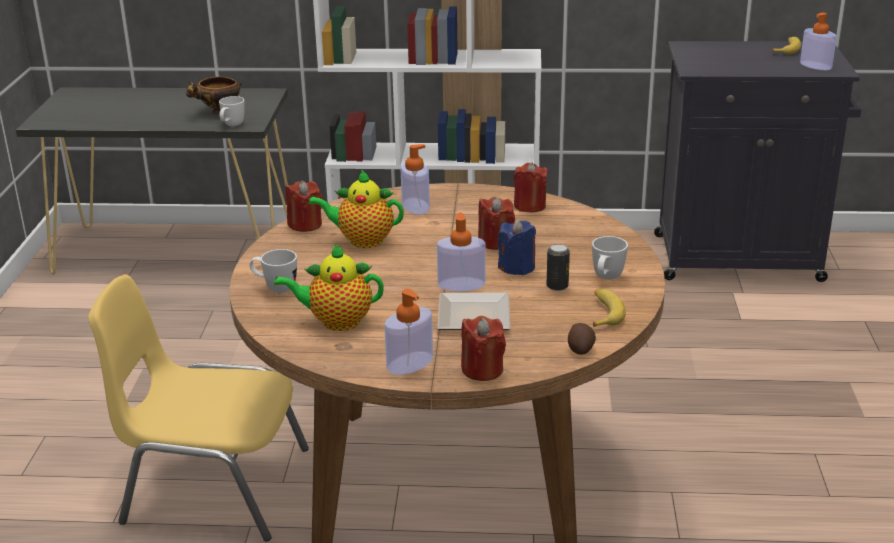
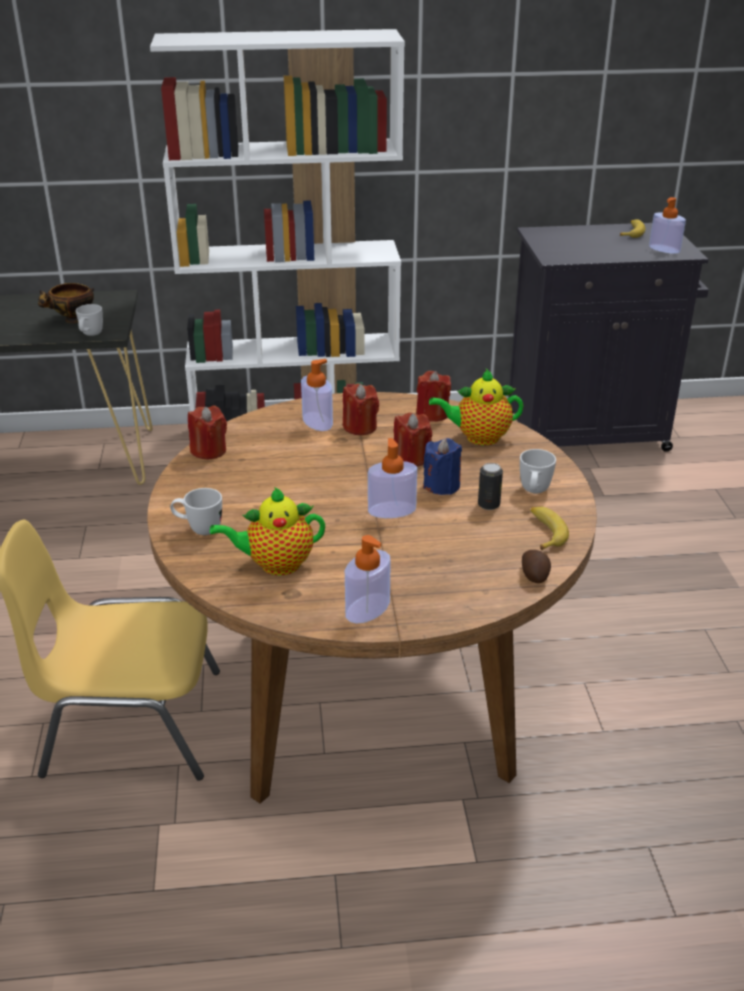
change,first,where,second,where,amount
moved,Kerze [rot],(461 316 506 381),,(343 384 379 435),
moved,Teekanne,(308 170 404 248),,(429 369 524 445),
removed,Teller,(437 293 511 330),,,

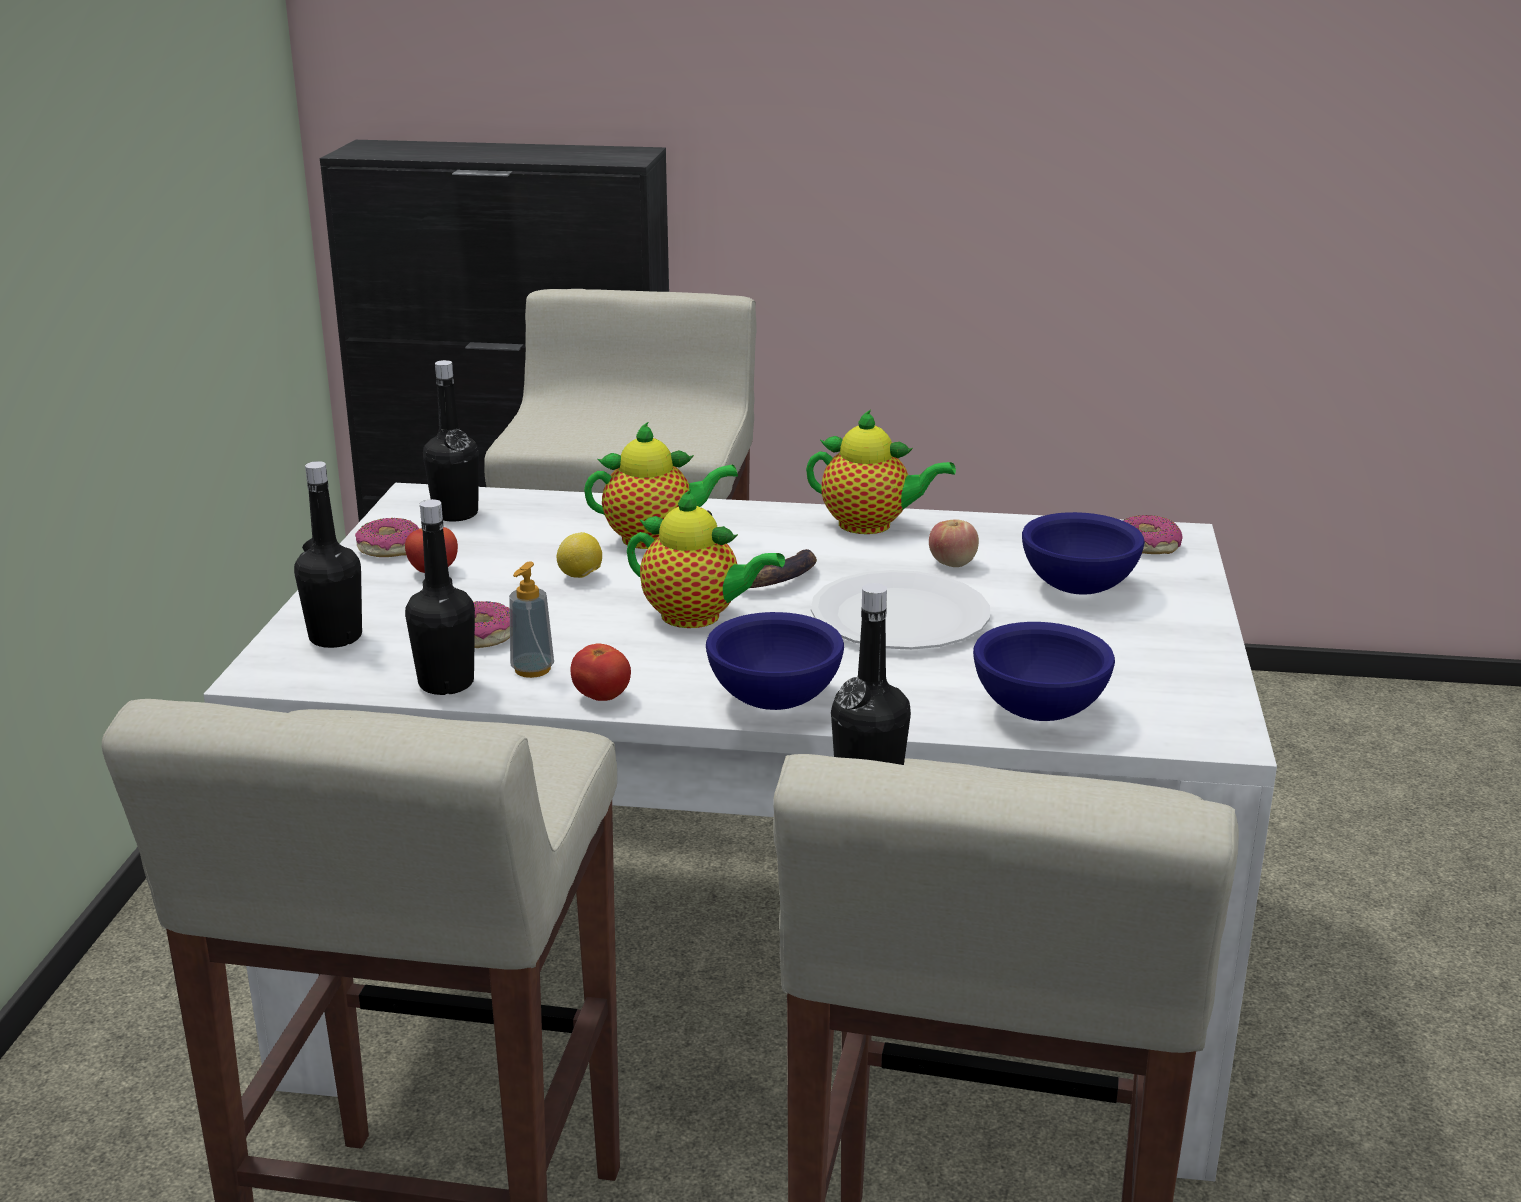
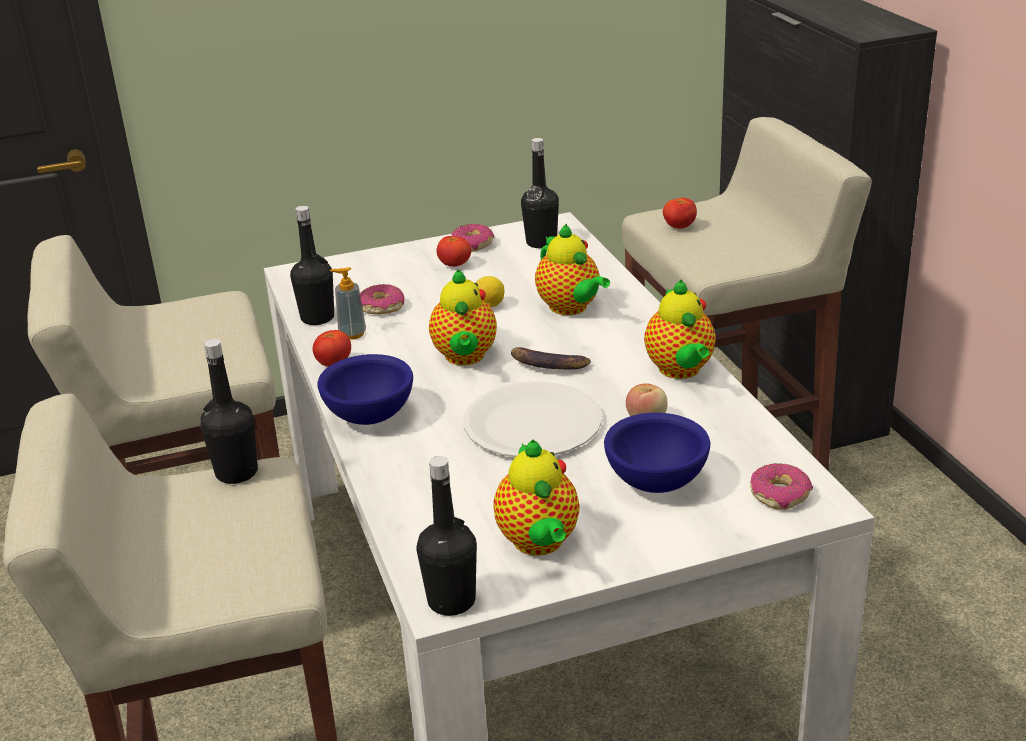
change,first,where,second,where,amount
moved,Flasche [schwarz],(294 461 362 648),,(417 456 477 616),
added,,,Teekanne,(493 440 580 556),
added,,,Tomate,(663 197 697 229),
removed,Schüssel [blau],(973 622 1115 721),,,

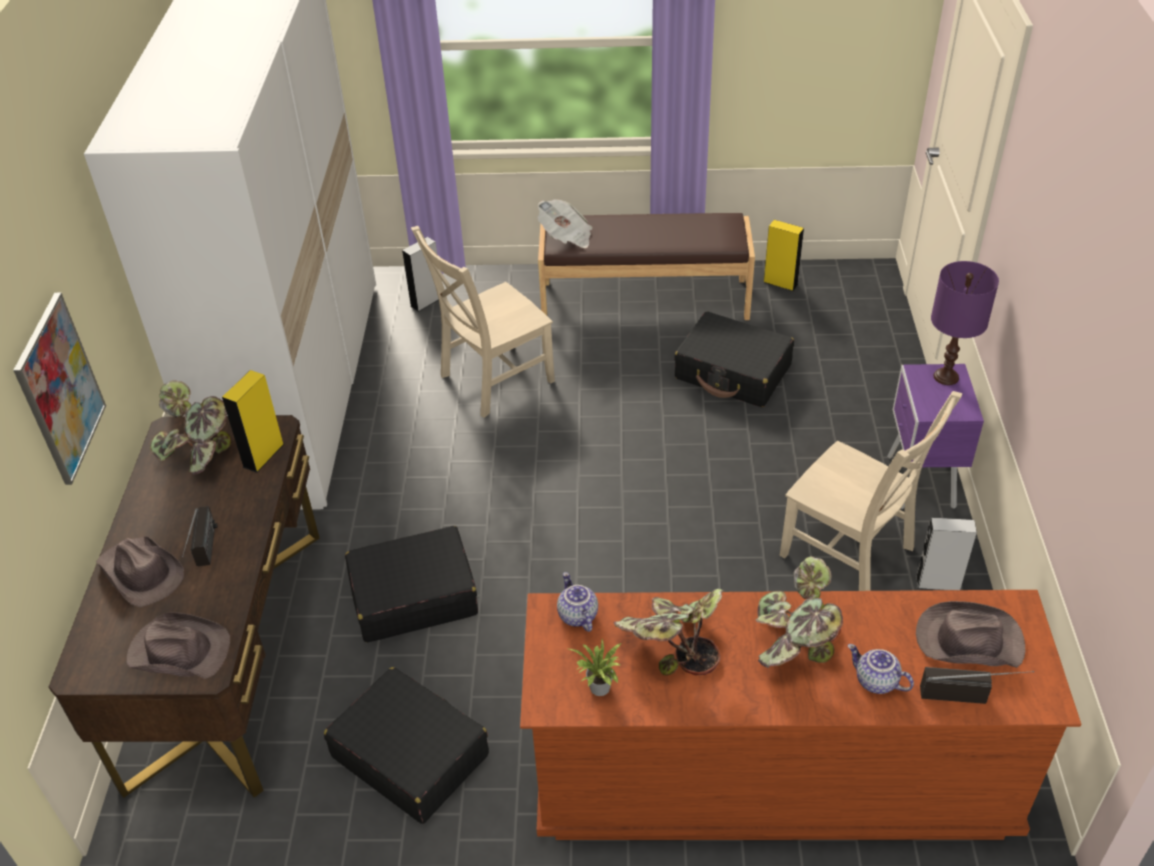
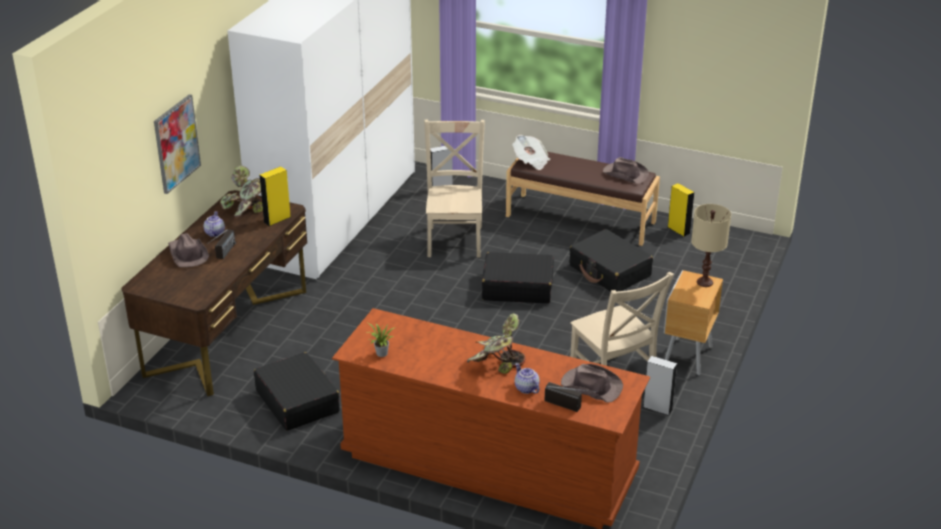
change,first,where,second,where,amount
moved,Teekanne,(557 572 598 632),,(204 211 225 237),
turned,Stuhl [beige],(411 226 555 418),,(424 119 485 257),105 degrees clockwise
moved,Koffer [schwarz],(345 526 478 642),,(482 252 554 303),
moved,Hut [braun],(126 612 230 679),,(603 157 649 184),
recoloured,Nachttisch [lila],(887 364 984 509),Nachttisch [braun],(664 270 723 376),
recoloured,Tischlampe [lila],(931 261 999 385),Tischlampe [beige],(691 204 731 287),
removed,Topfpflanze,(614 589 724 676),,,

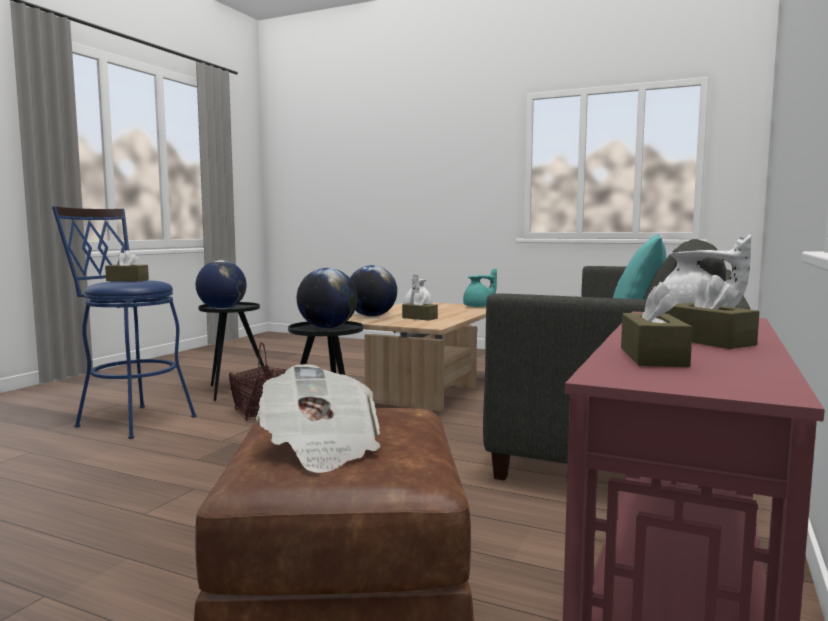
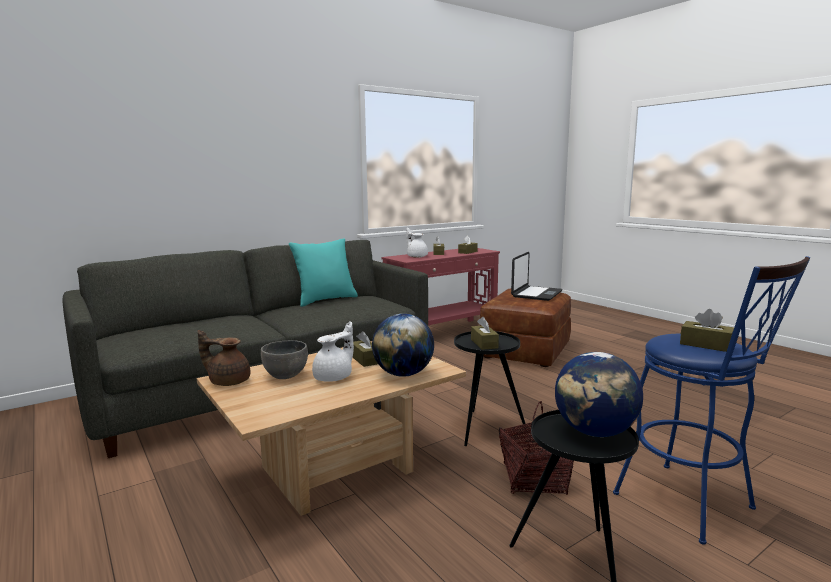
change,first,where,second,where,amount
recoloured,Teekanne [türkis],(463 268 497 307),Teekanne [braun],(198 330 250 386),
added,,,Schüssel [grau],(261 340 308 379),
replaced,Globus,(297 268 357 329),Taschentuchbox [braun],(471 317 499 350),
replaced,Zeitung,(256 364 380 473),Laptop,(511 252 563 301),

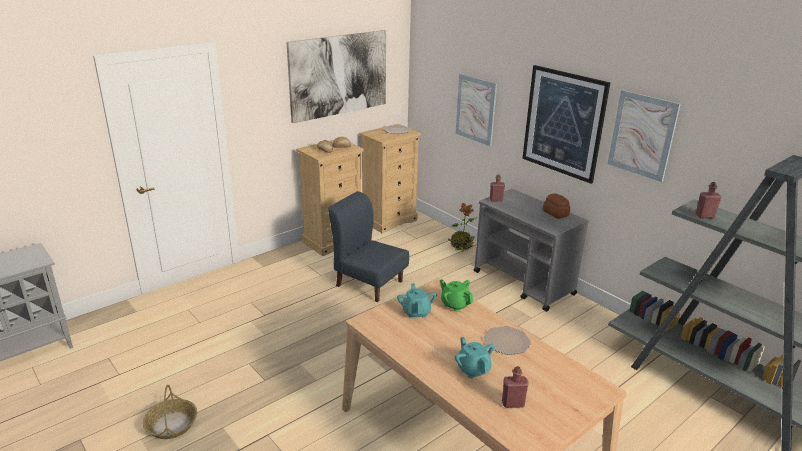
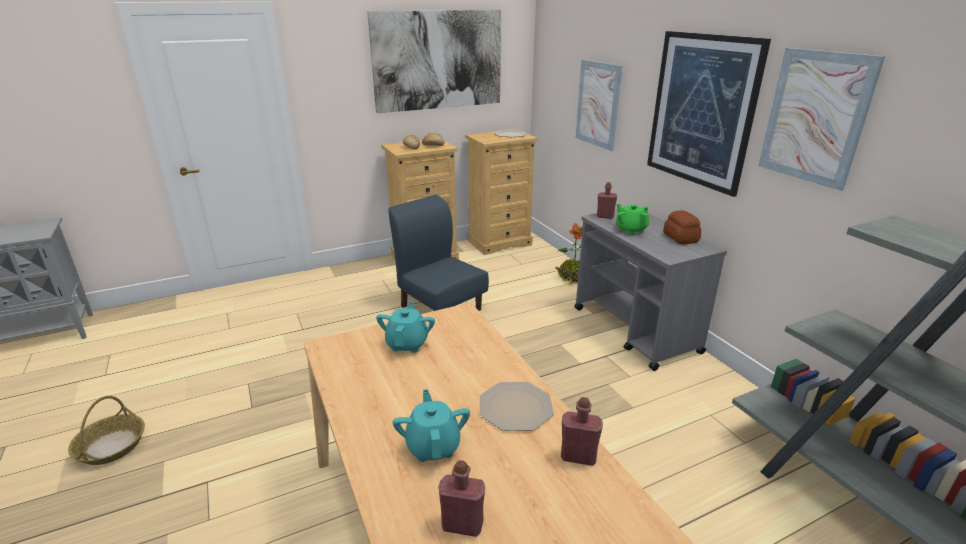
change,first,where,second,where,amount
moved,Flasche [rot],(696 182 721 218),,(561 397 603 466),
moved,Teekanne [grün],(440 279 473 312),,(616 204 649 235),

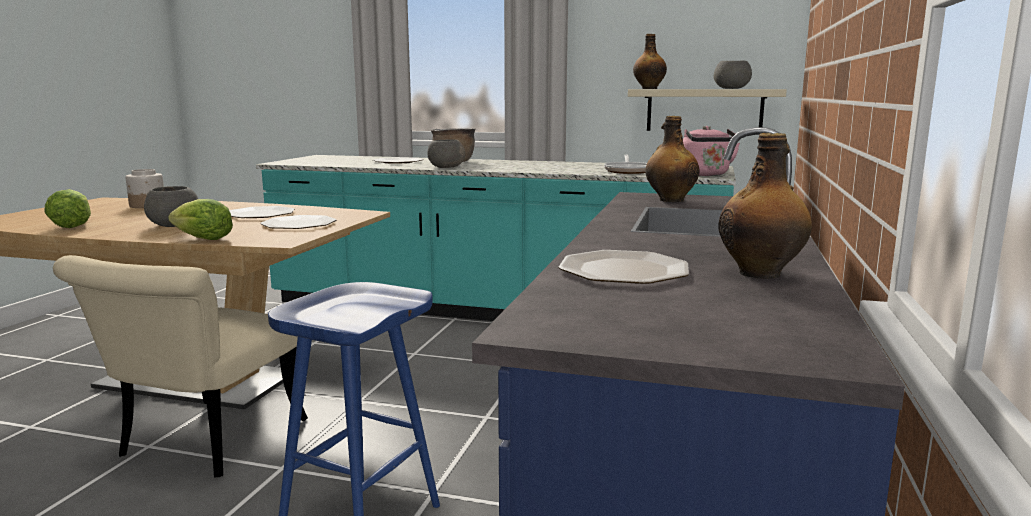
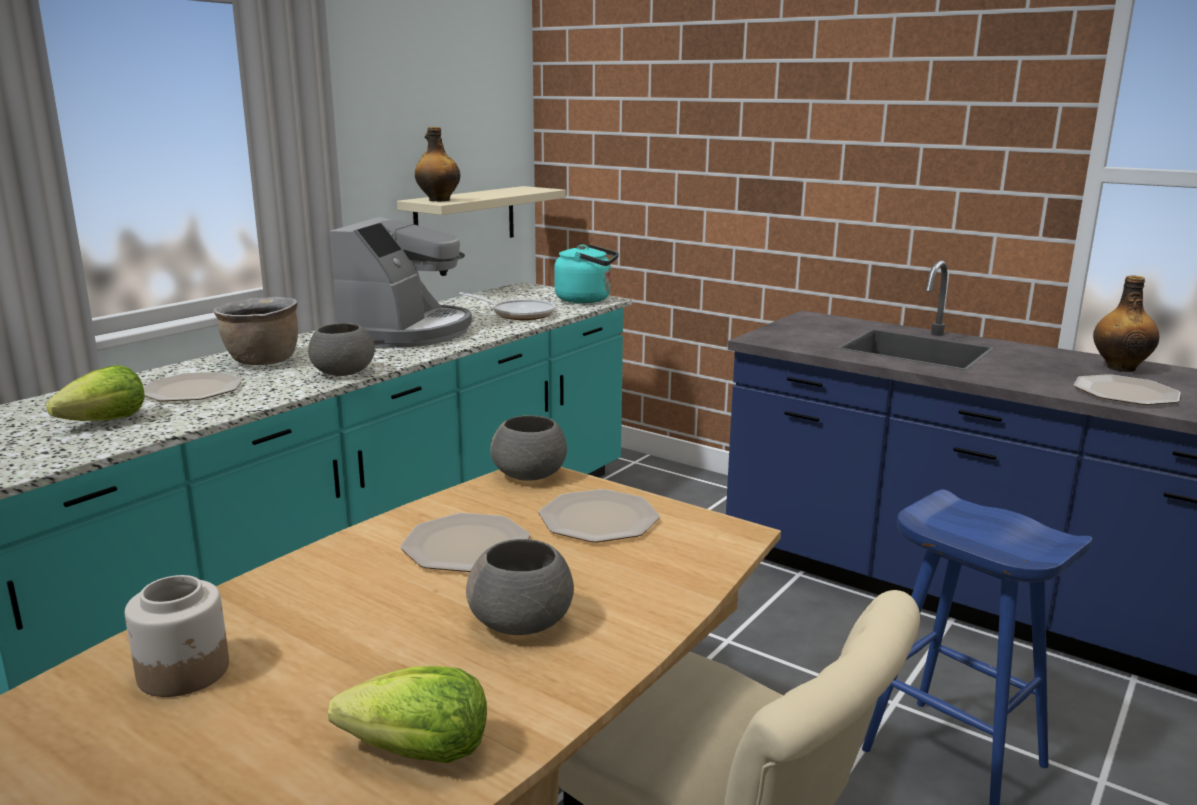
change,first,where,second,where,amount
moved,Salatkopf,(168 199 233 240),,(46 365 145 421),
added,,,Kaffeemaschine,(329 217 472 348),
moved,Schüssel [grau],(714 61 752 89),,(490 415 567 481),
recoloured,Wasserkessel [rosa],(683 126 740 176),Wasserkessel [türkis],(554 244 619 303),
removed,Flasche,(645 116 699 202),,,

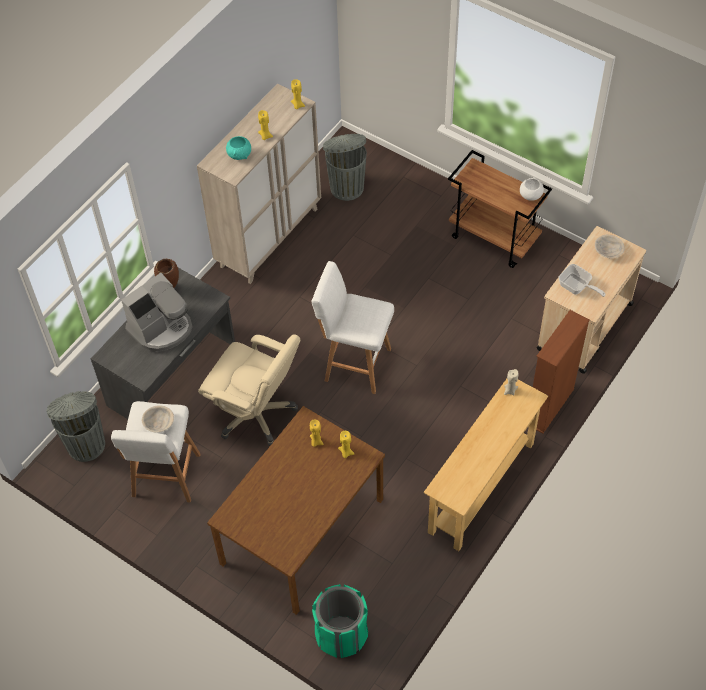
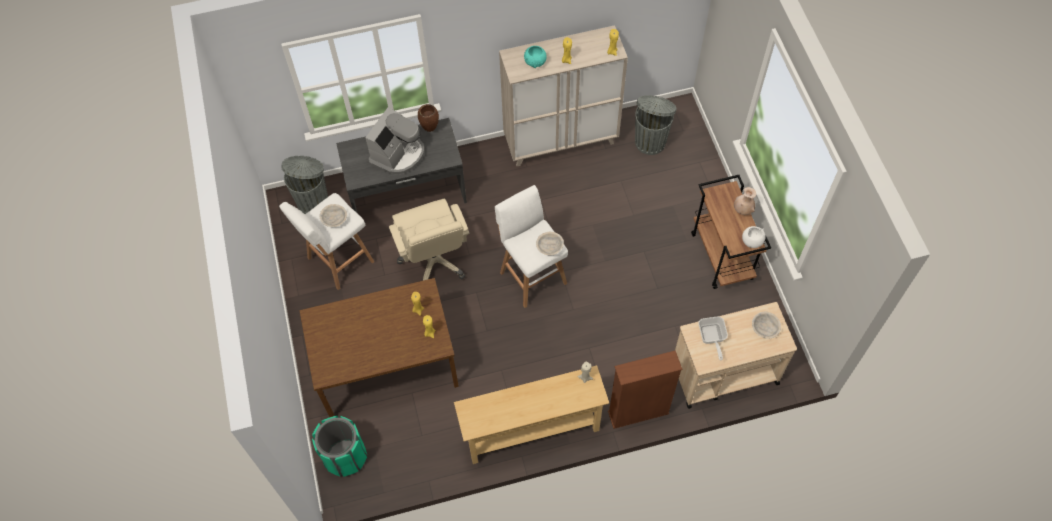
change,first,where,second,where,amount
turned,Kaffeemaschine,(121 273 192 352),,(365 107 424 174),60 degrees counterclockwise
added,,,Schüssel [beige],(536 232 564 255),
added,,,Vase [beige],(734 187 756 215),

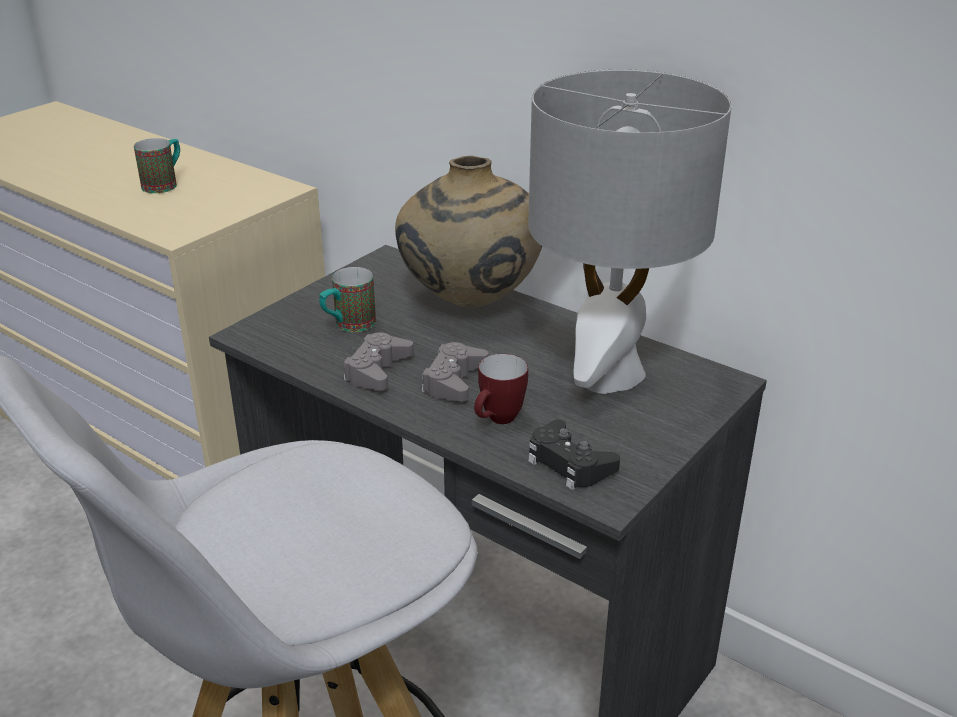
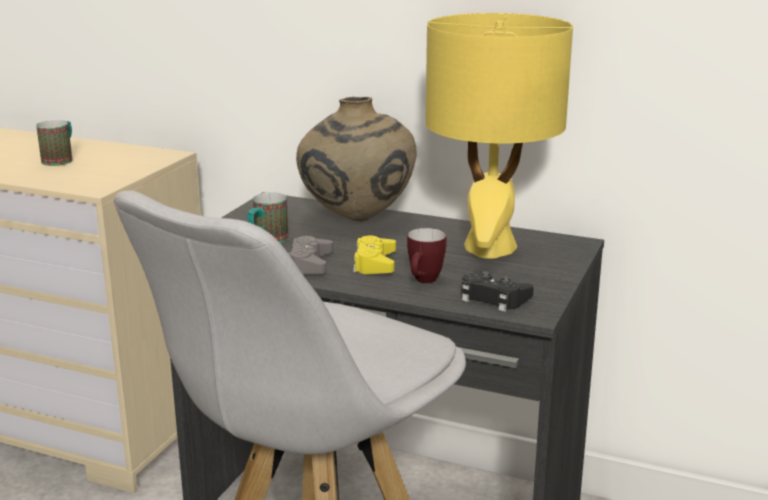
change,first,where,second,where,amount
recoloured,Gamepad [grau],(421 342 488 402),Gamepad [gelb],(353 235 396 274),
recoloured,Tischlampe [grau],(528 69 732 394),Tischlampe [gelb],(425 13 573 259),

